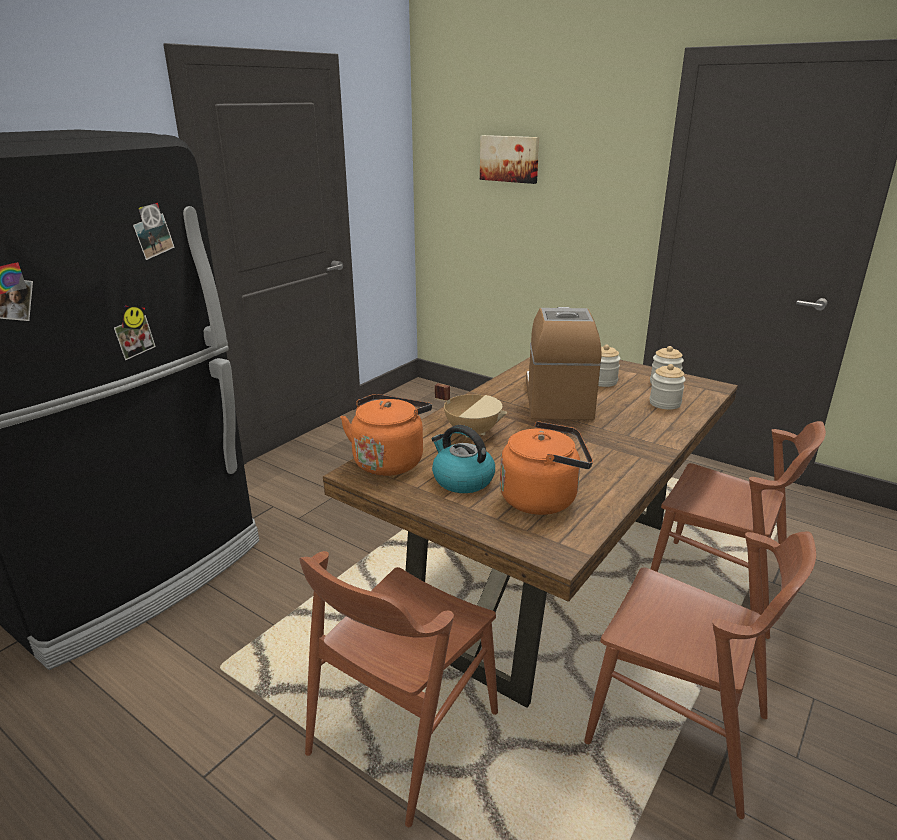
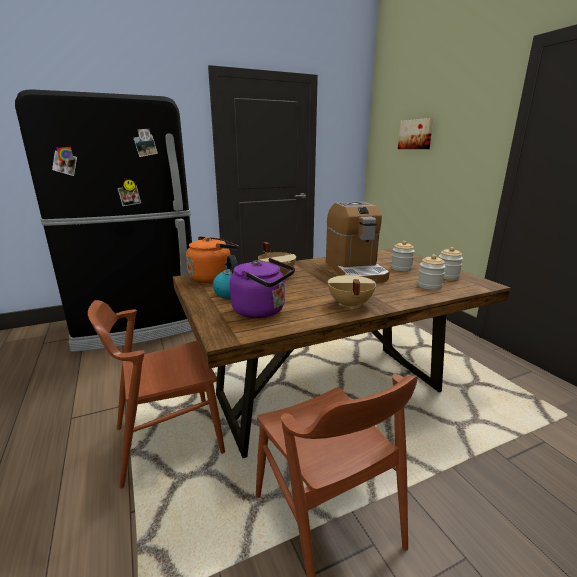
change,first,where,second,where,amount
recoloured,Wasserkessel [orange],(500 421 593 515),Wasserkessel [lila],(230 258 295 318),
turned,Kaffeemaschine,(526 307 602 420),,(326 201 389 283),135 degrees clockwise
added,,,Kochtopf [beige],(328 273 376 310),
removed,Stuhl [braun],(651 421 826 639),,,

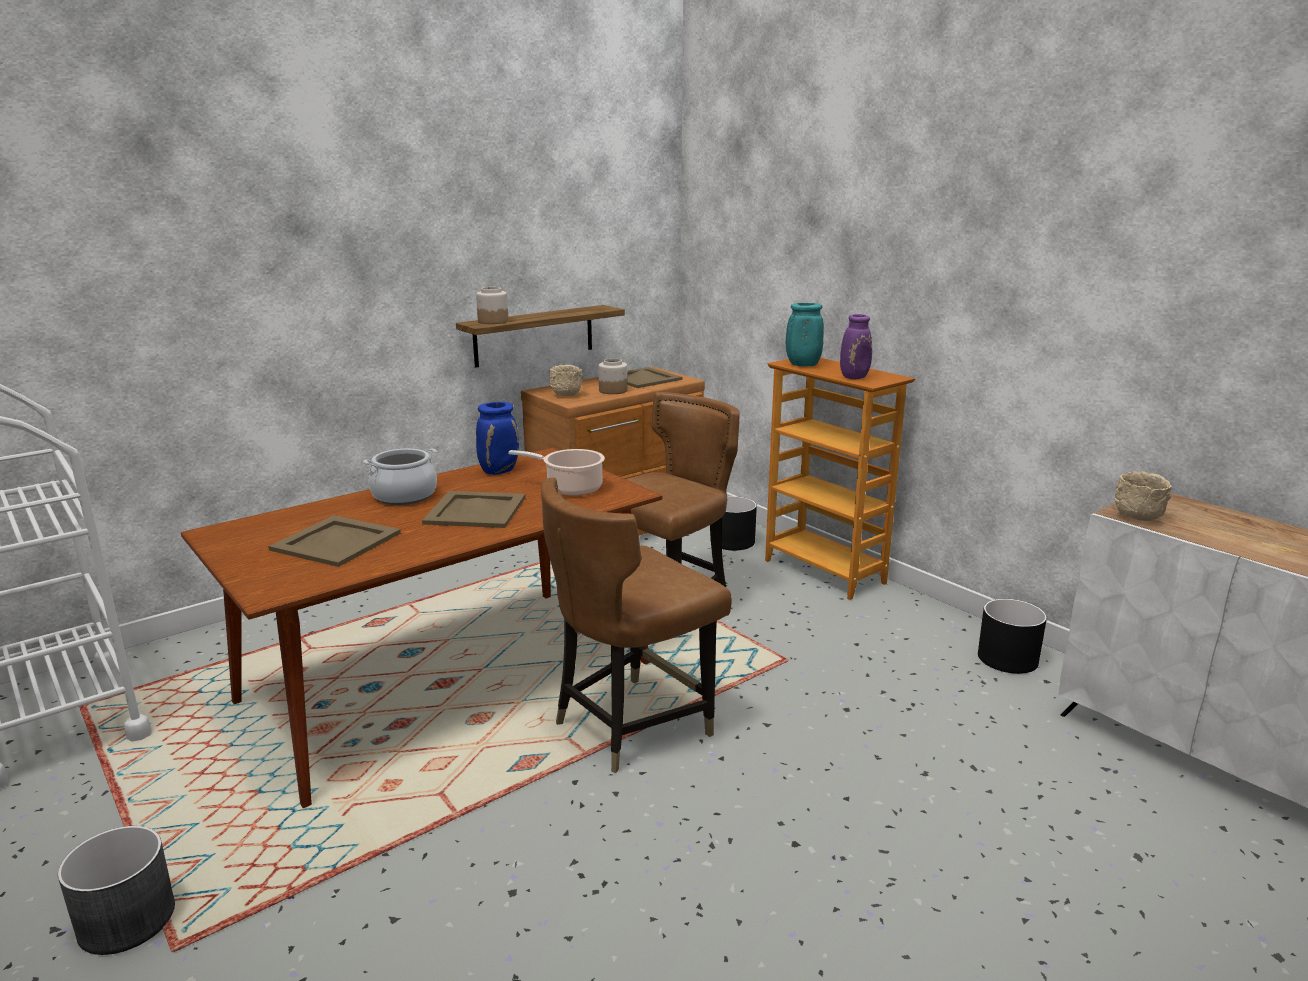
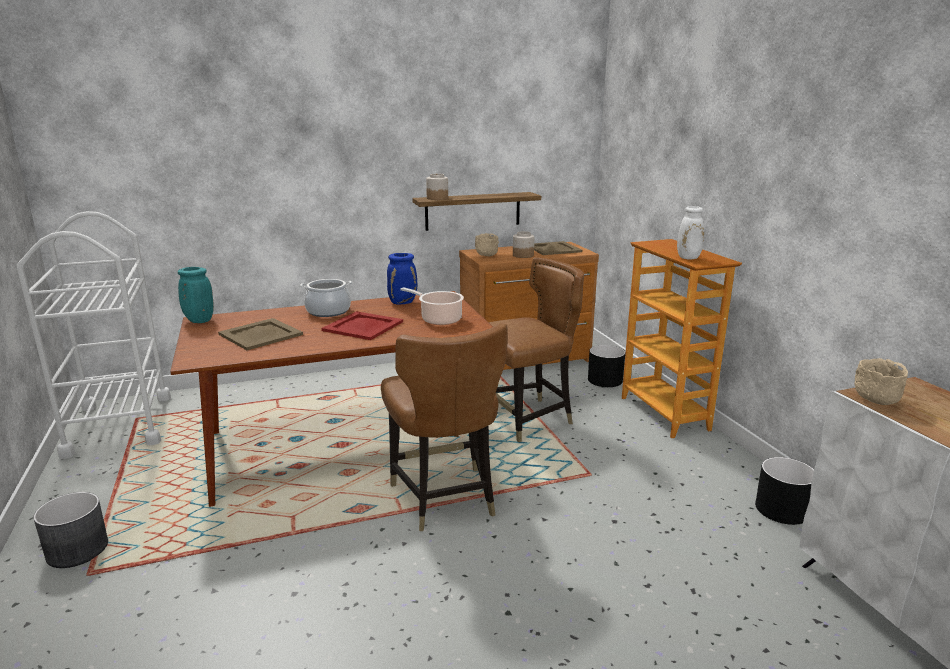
change,first,where,second,where,amount
moved,Vase [türkis],(786 303 824 366),,(178 267 214 323),
recoloured,Tablett [beige],(422 491 526 528),Tablett [rot],(321 311 403 340),
turned,Stuhl [braun],(541 477 732 773),,(381 323 507 531),90 degrees counterclockwise
recoloured,Vase [lila],(840 314 872 379),Vase [weiß],(677 206 704 260),

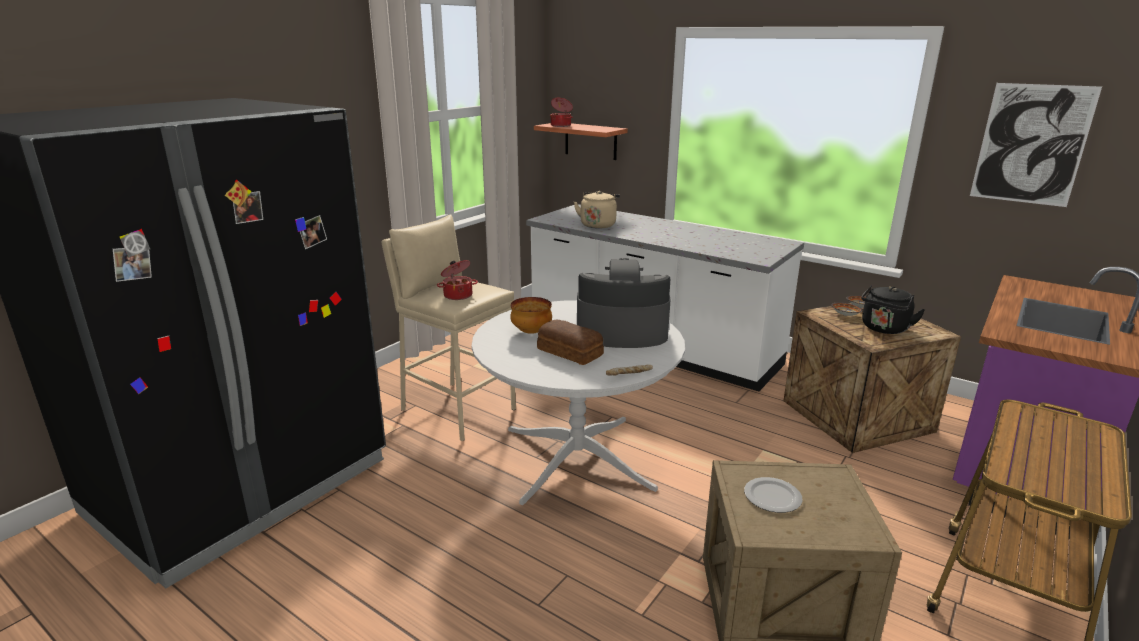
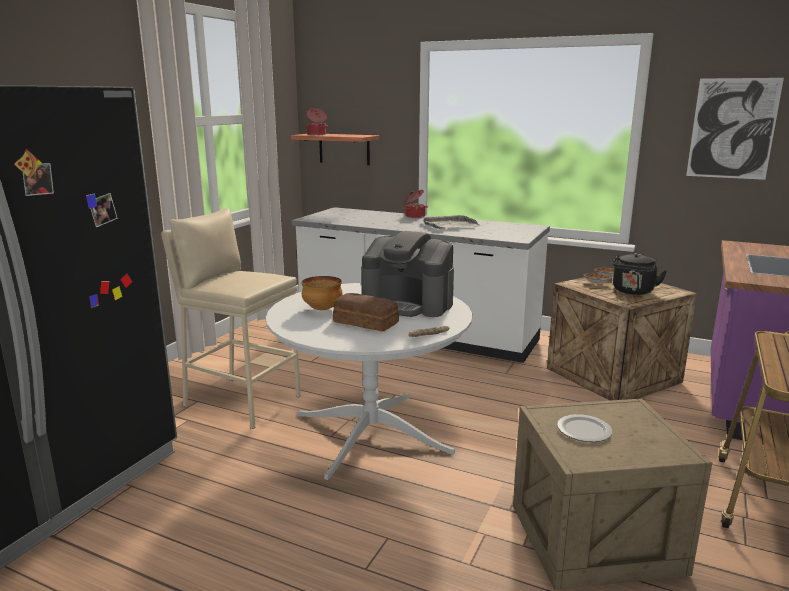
change,first,where,second,where,amount
turned,Kaffeemaschine,(577 258 671 348),,(361 231 454 317),150 degrees counterclockwise
moved,Kochtopf,(437 260 478 300),,(402 190 428 218),
added,,,Tablett [grau],(421 215 481 229),
removed,Wasserkessel [beige],(574 191 620 229),,,

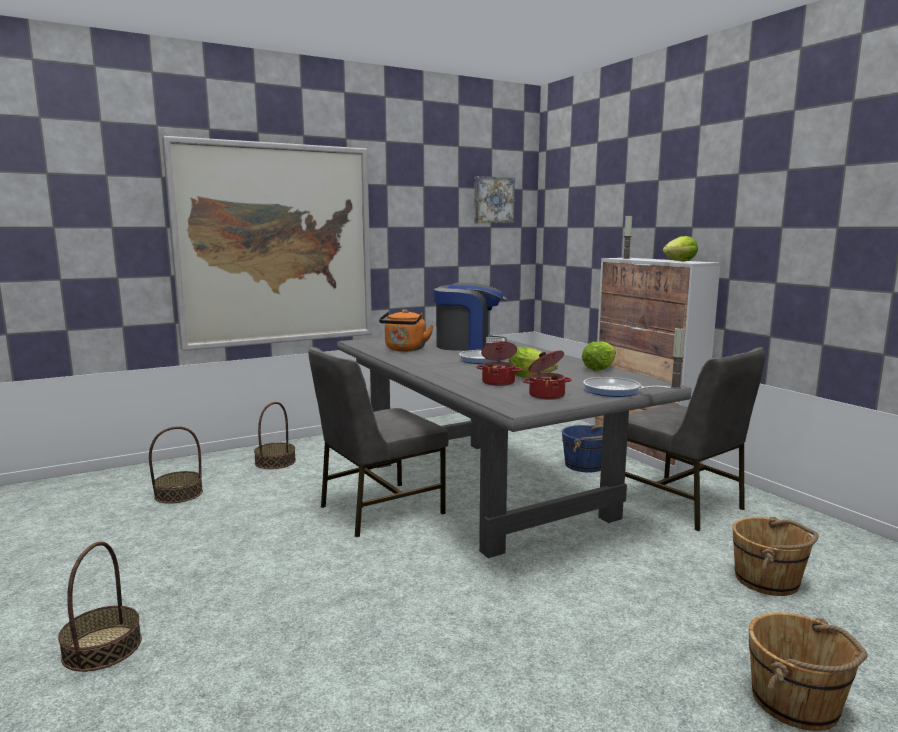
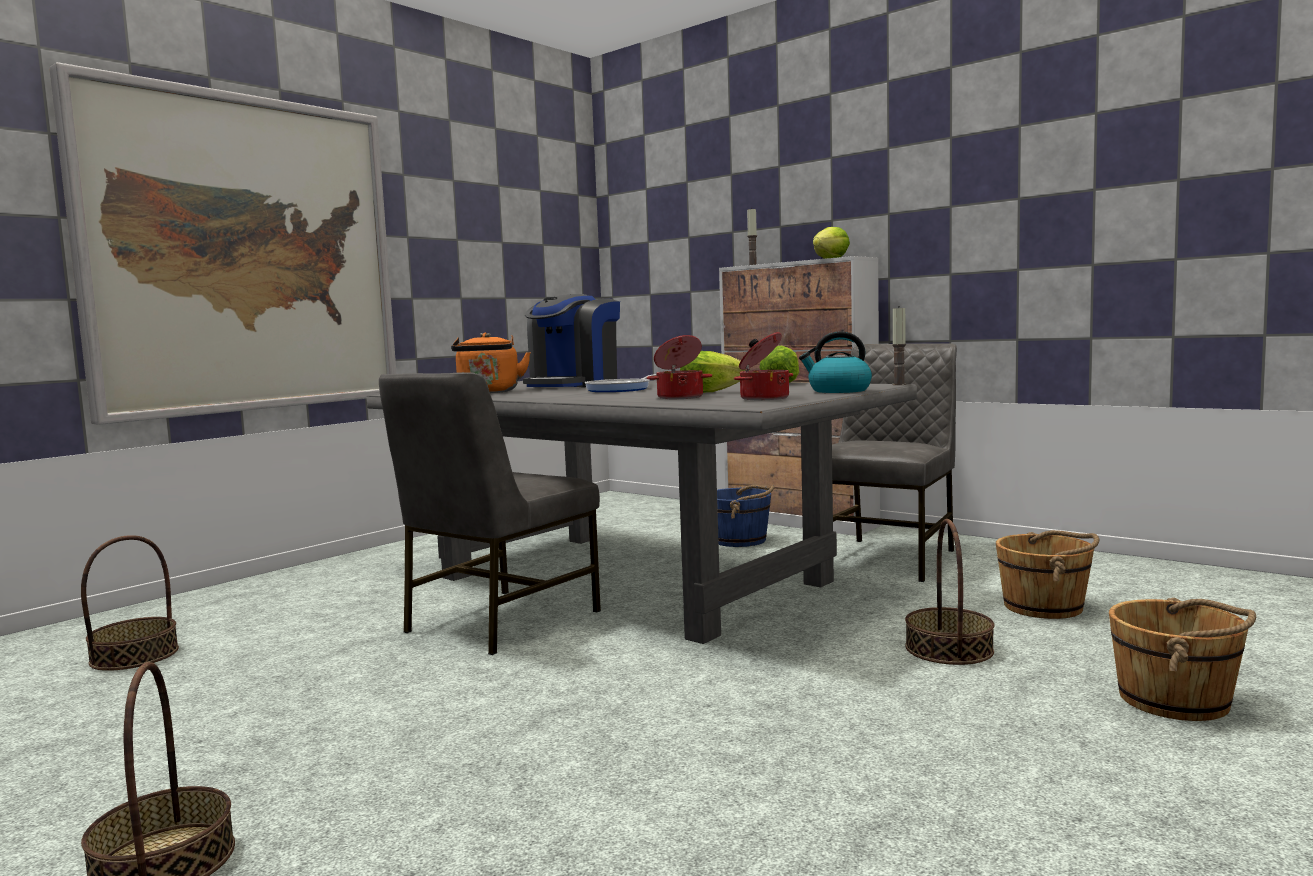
change,first,where,second,where,amount
turned,Kaffeemaschine,(434 282 507 351),,(523 294 620 387),135 degrees clockwise
replaced,Pfanne,(583 377 671 397),Wasserkessel,(799 331 872 393),
turned,Stuhl [grau],(625 347 766 531),,(832 343 957 582),90 degrees counterclockwise
moved,Korb,(254 402 296 469),,(905 519 995 665),
removed,Bild,(474 176 515 223),,,

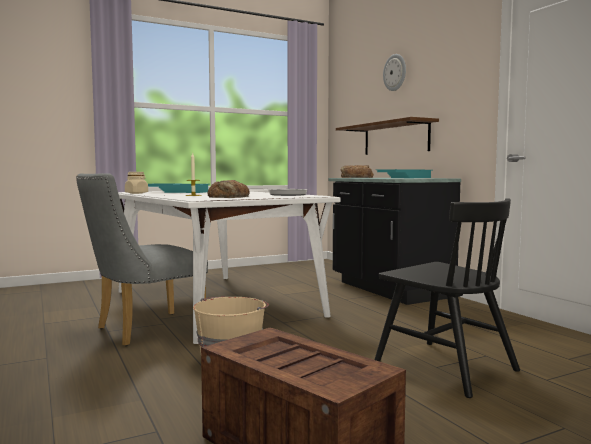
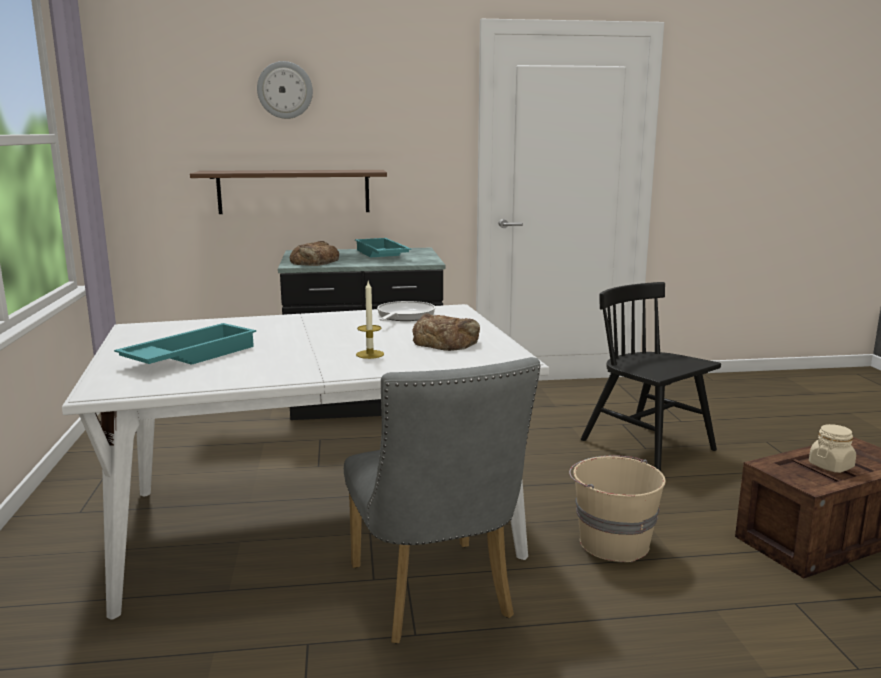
change,first,where,second,where,amount
turned,Stuhl [schwarz],(374 198 520 398),,(581 282 721 471),105 degrees counterclockwise
moved,Vorratsglas [beige],(125 172 148 194),,(809 424 856 473),

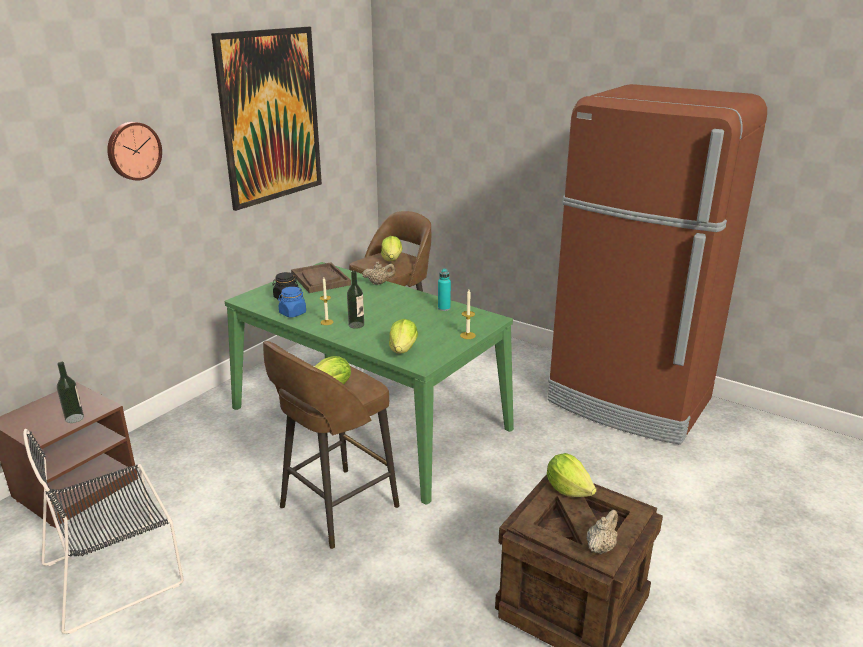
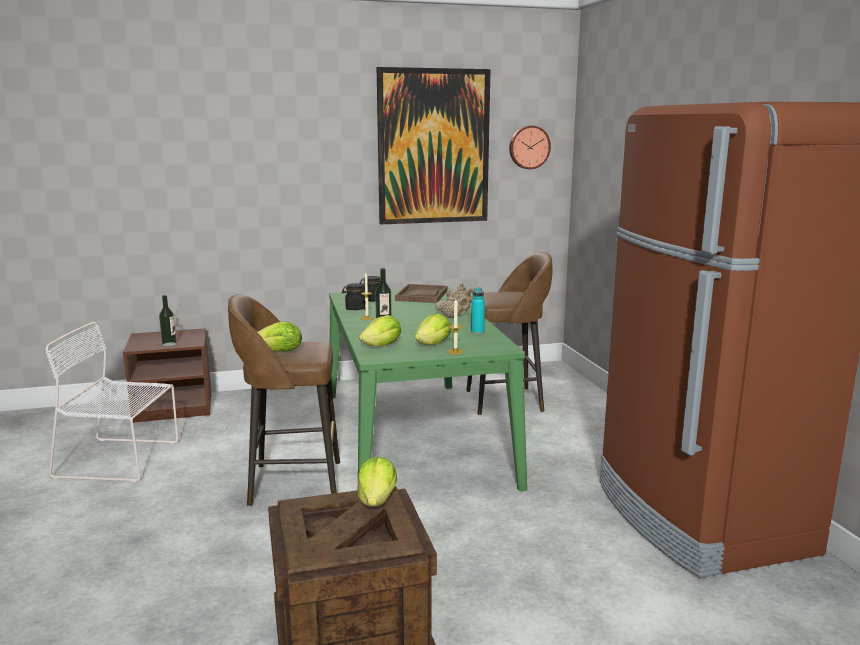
change,first,where,second,where,amount
recoloured,Stuhl [schwarz],(23 429 184 634),Stuhl [weiß],(46 322 178 482),
recoloured,Vorratsglas [blau],(278 287 306 318),Vorratsglas [schwarz],(342 283 369 310),
moved,Salatkopf,(381 236 402 261),,(415 313 451 345),
moved,Teekanne [beige],(587 510 618 555),,(435 293 470 318),
moved,Wanduhr,(107 122 162 181),,(509 126 551 169),

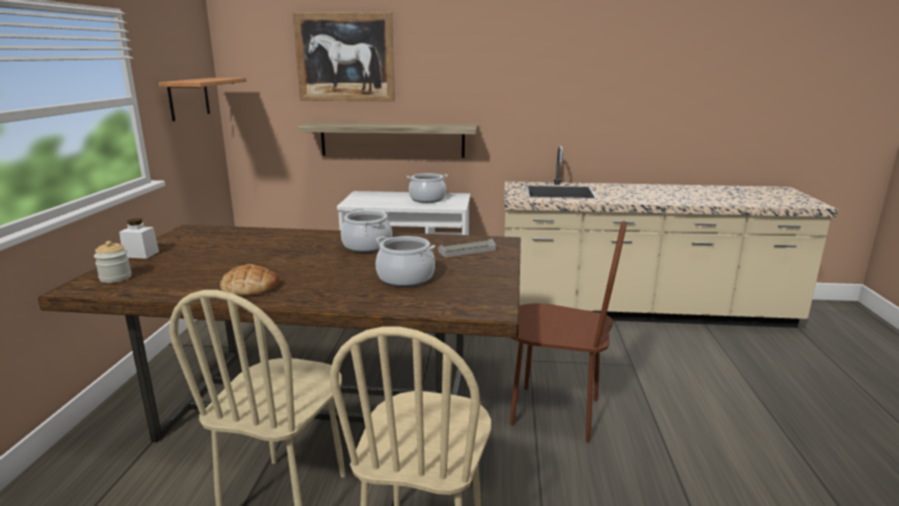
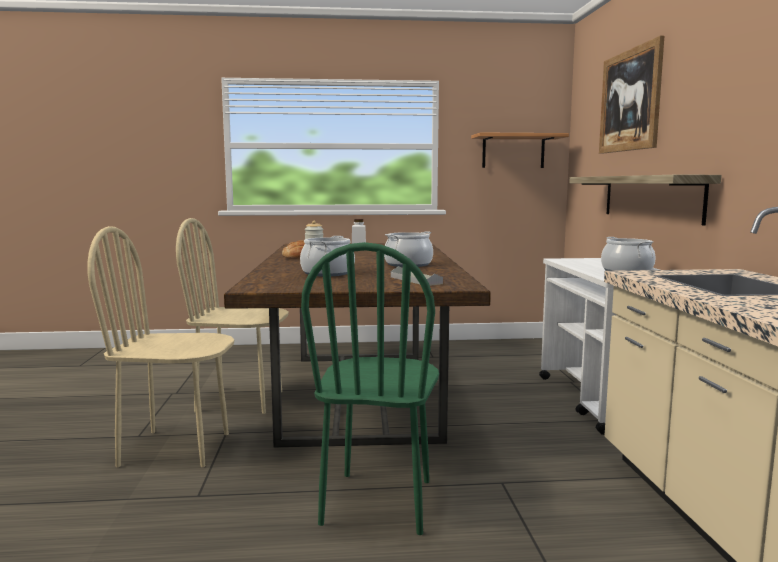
change,first,where,second,where,amount
recoloured,Stuhl [braun],(510 221 627 443),Stuhl [grün],(301 242 439 535),

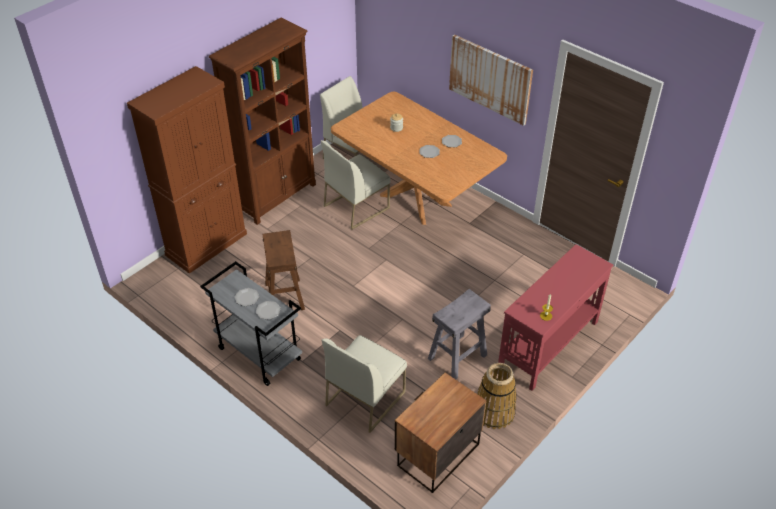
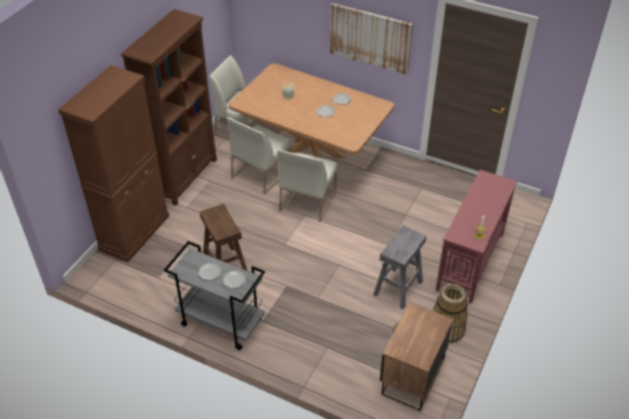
change,first,where,second,where,amount
moved,Stuhl [weiß],(322 335 407 433),,(278 149 338 222),

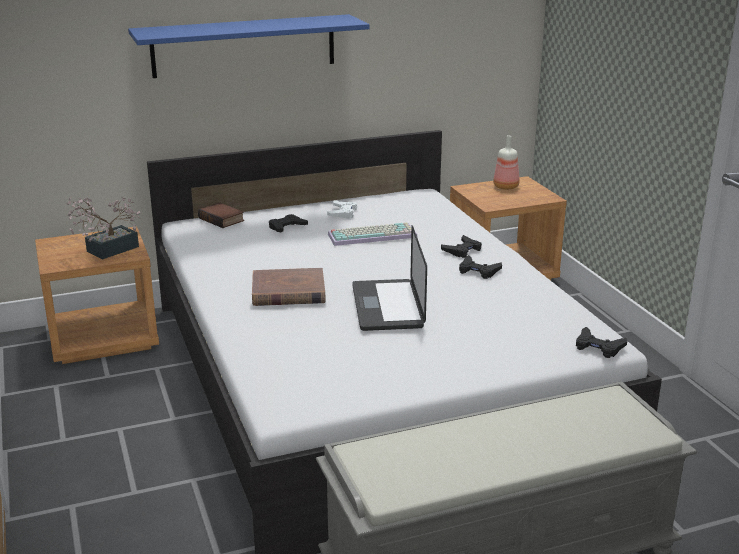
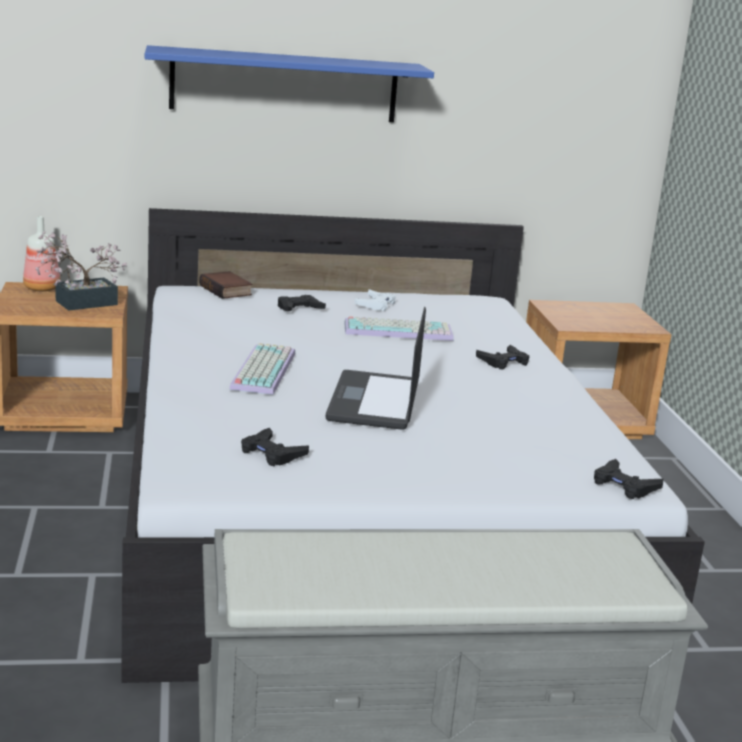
change,first,where,second,where,amount
moved,Flasche,(493 135 520 190),,(23 216 60 291),
replaced,Buch [braun],(252 268 325 306),Tastatur,(229 343 295 395),
moved,Gamepad [schwarz],(459 255 502 279),,(241 428 309 466),

